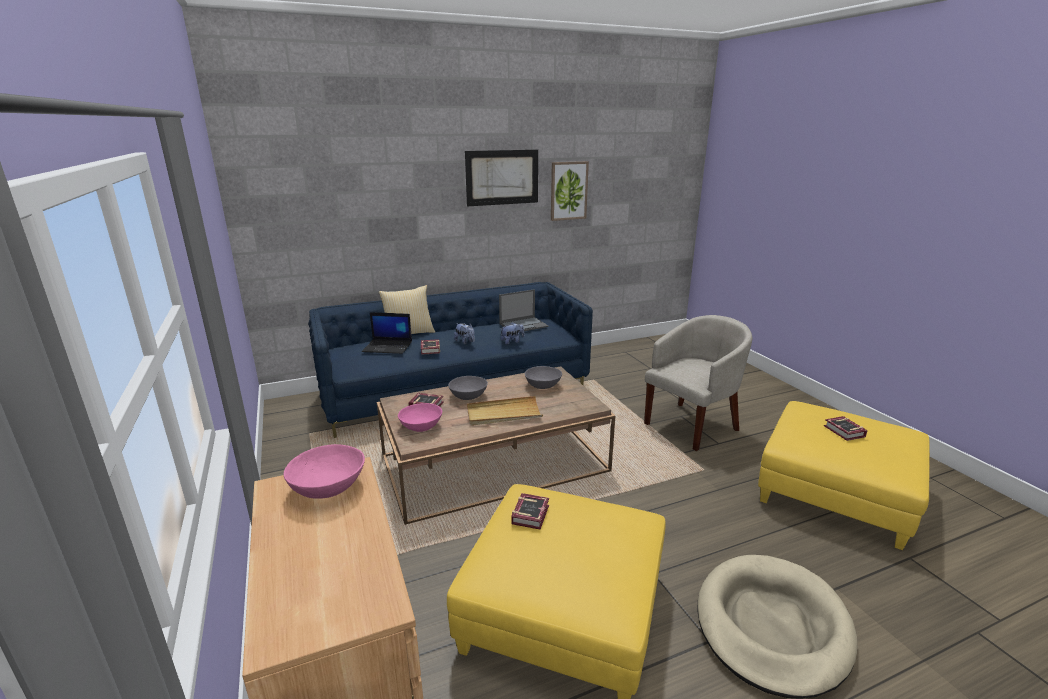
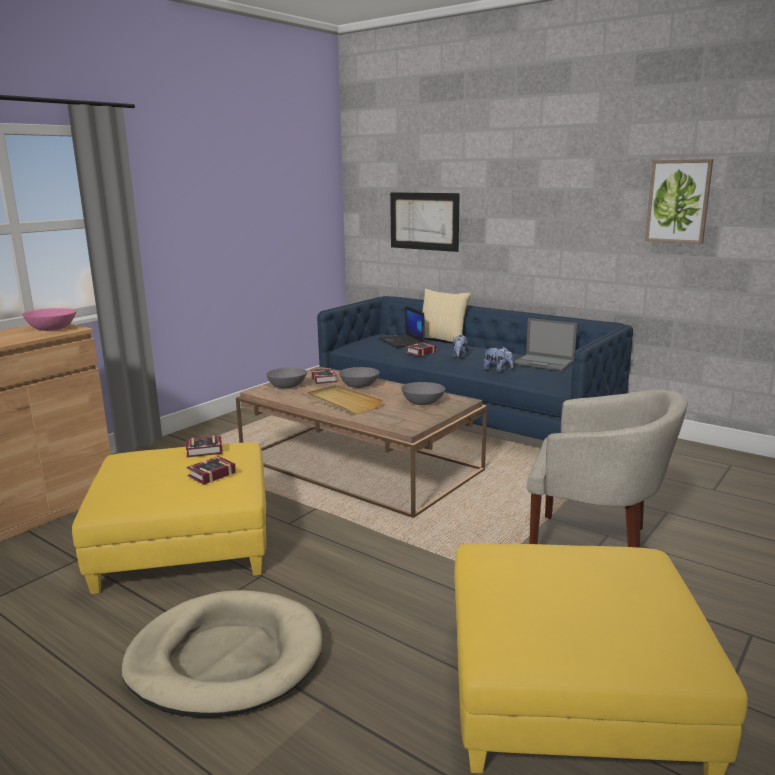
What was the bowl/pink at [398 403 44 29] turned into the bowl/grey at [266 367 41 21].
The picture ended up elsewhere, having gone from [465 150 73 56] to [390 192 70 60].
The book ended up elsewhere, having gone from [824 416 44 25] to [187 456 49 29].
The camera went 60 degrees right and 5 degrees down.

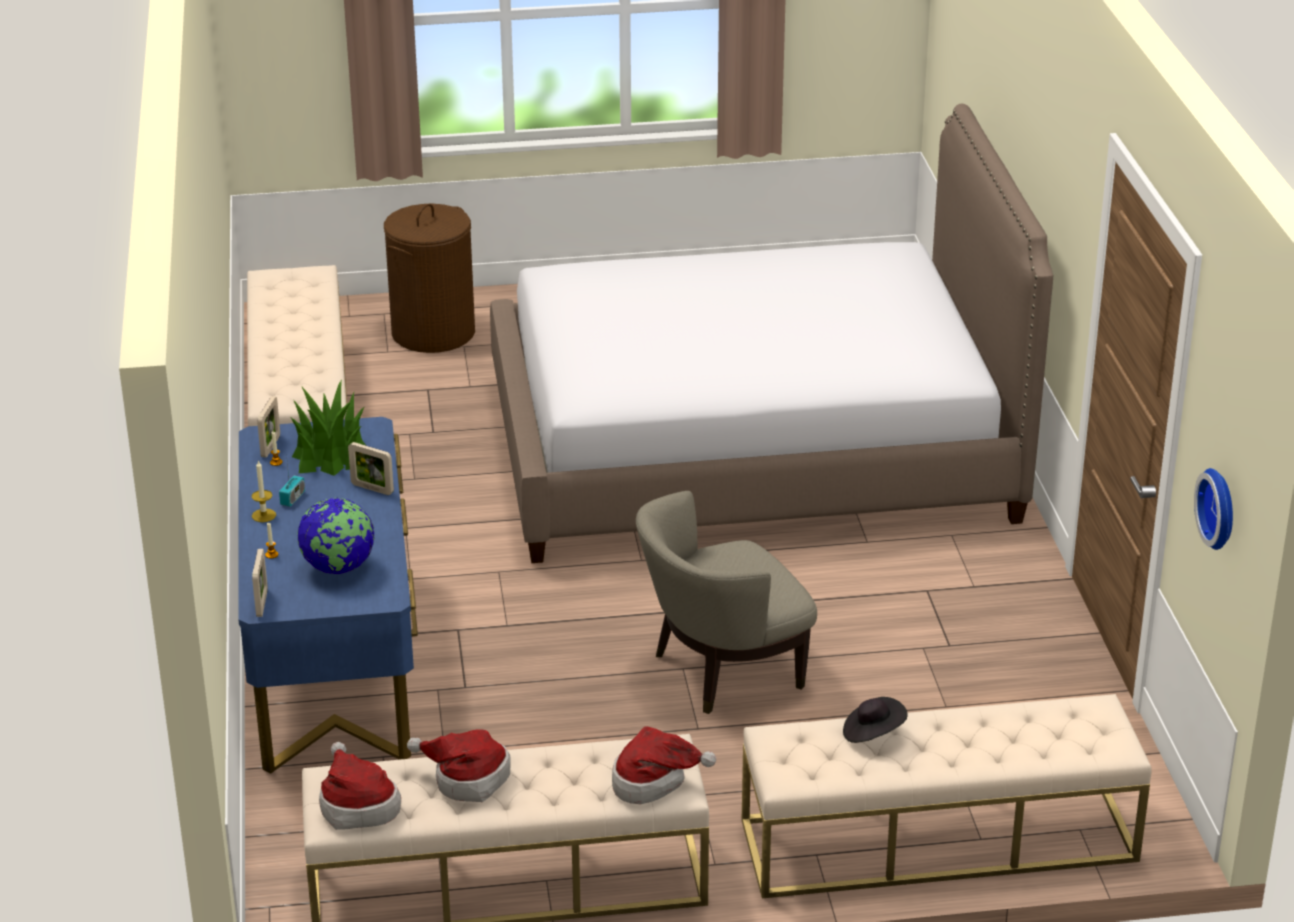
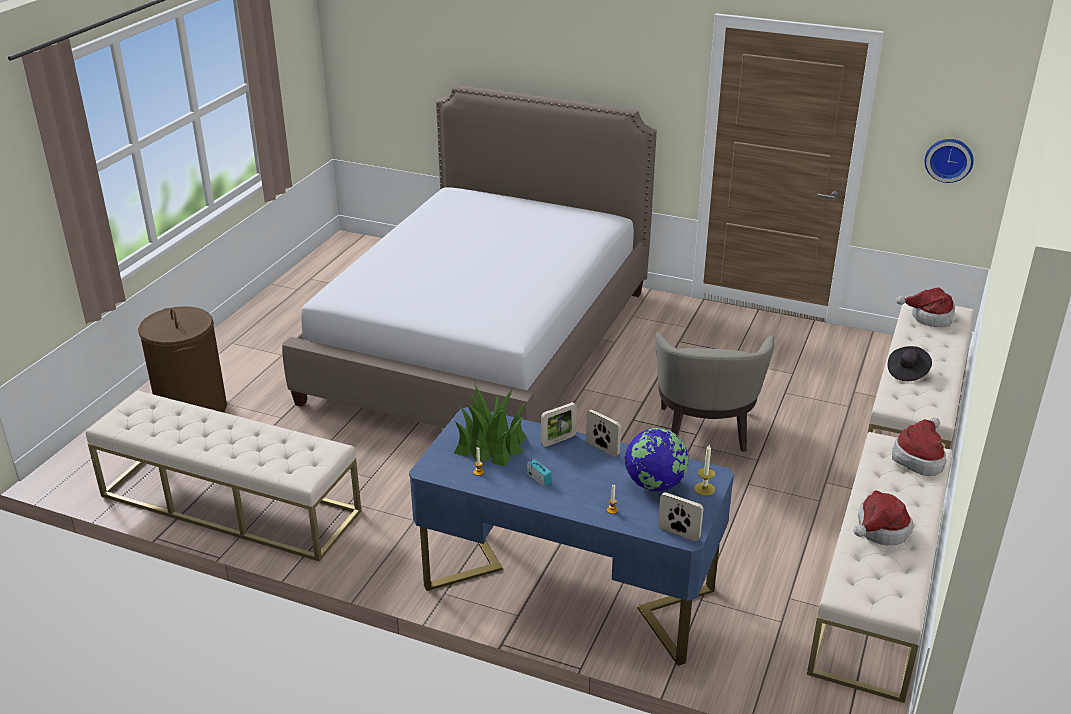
The candle ended up elsewhere, having gone from [252 460 24 62] to [694 445 21 51].
The picture frame ended up elsewhere, having gone from [257 396 23 61] to [586 410 35 47].
The hat ended up elsewhere, having gone from [319 742 82 88] to [896 288 59 39].
The camera went 60 degrees left and 0 degrees up.

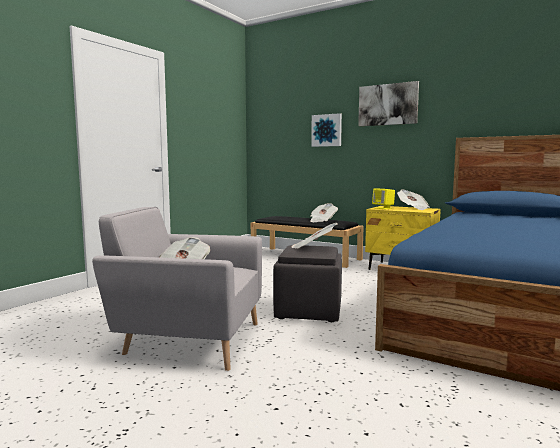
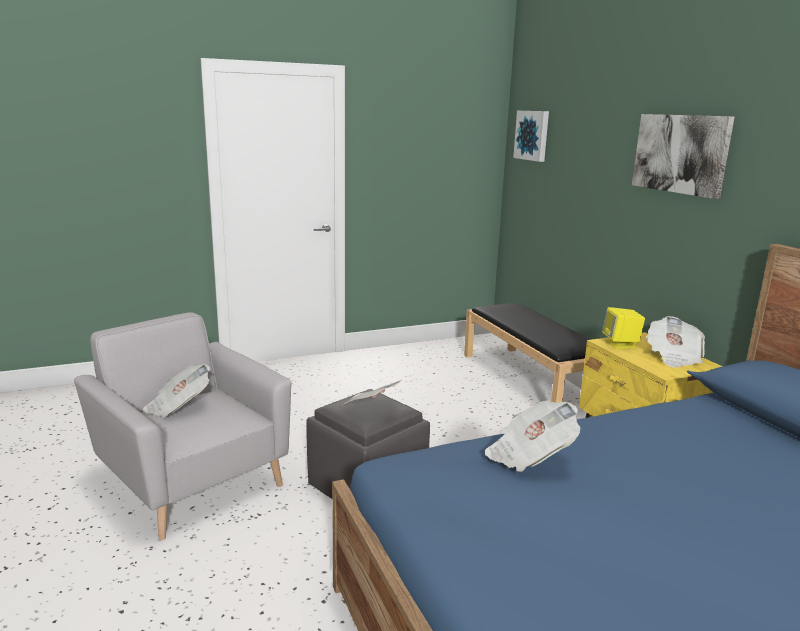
The newspaper ended up elsewhere, having gone from [310 203 28 19] to [485 400 95 72].
The picture ended up elsewhere, having gone from [311 113 31 34] to [513 111 36 51].
The camera went 35 degrees right and 10 degrees up.

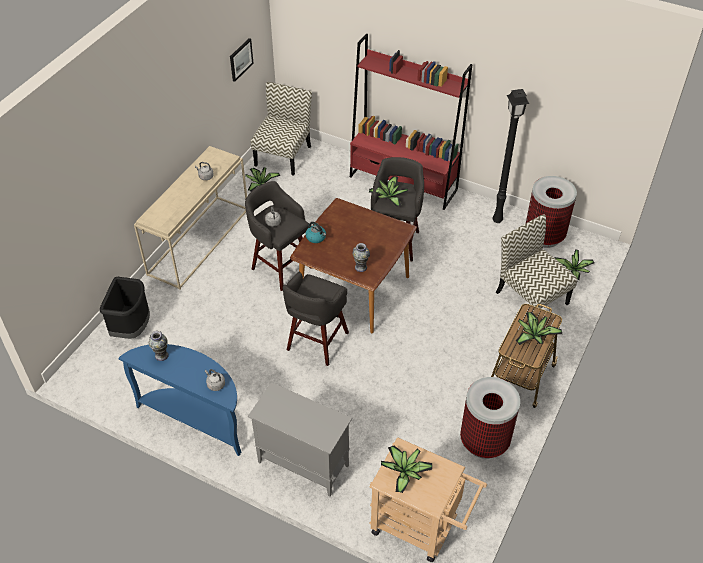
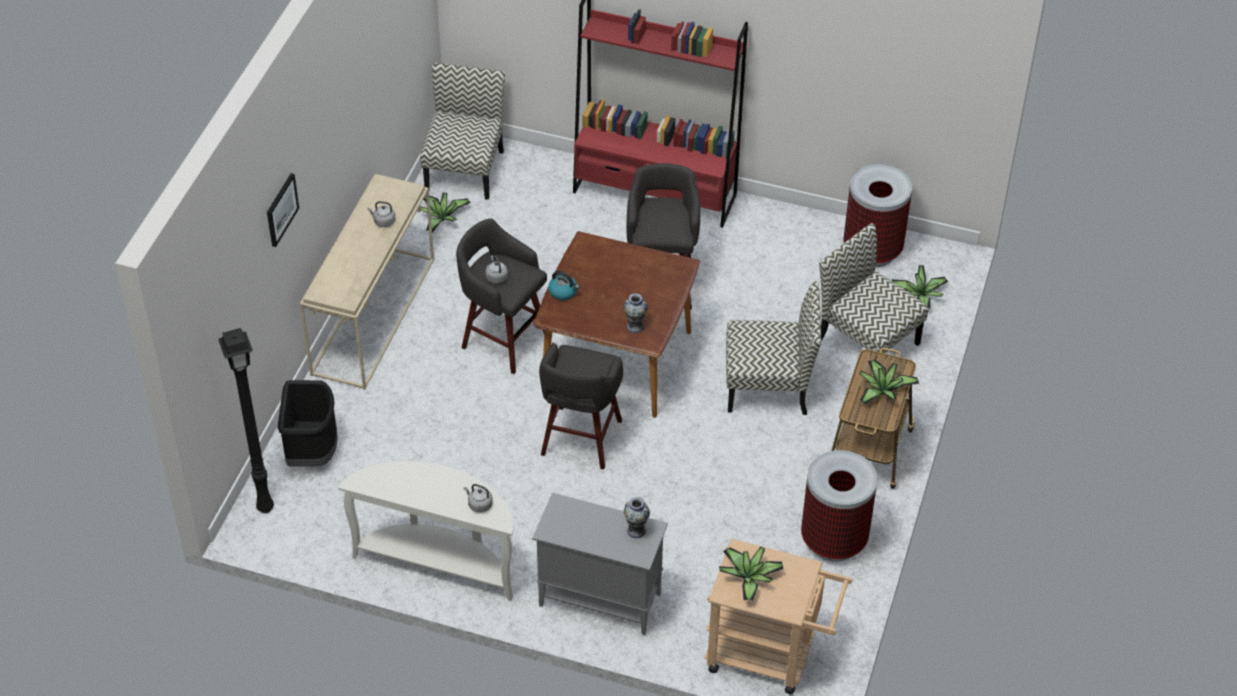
What was the console table/blue at [118 344 123 112] turned into the console table/white at [338 461 175 140].
The vase ended up elsewhere, having gone from [149 331 20 30] to [624 497 26 41].
The picture ended up elsewhere, having gone from [230 38 24 44] to [267 173 32 74].
The second view lost the potted plant at [369 176 39 31].
The floor lamp/black ended up elsewhere, having gone from [492 89 37 134] to [218 328 56 185].
The second view gained the chair at [726 282 95 133].
The camera went 10 degrees left and 0 degrees up.

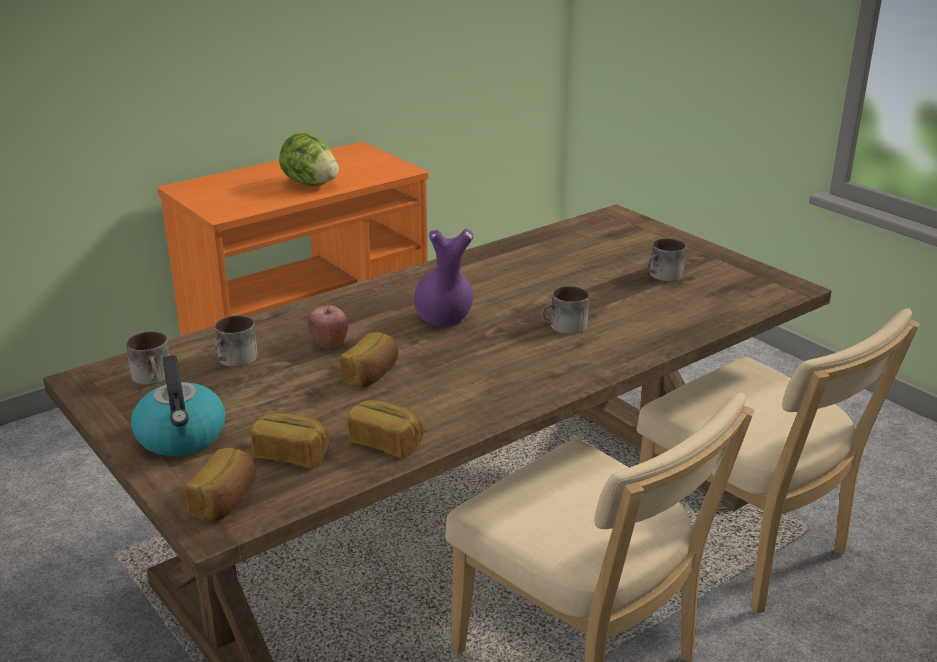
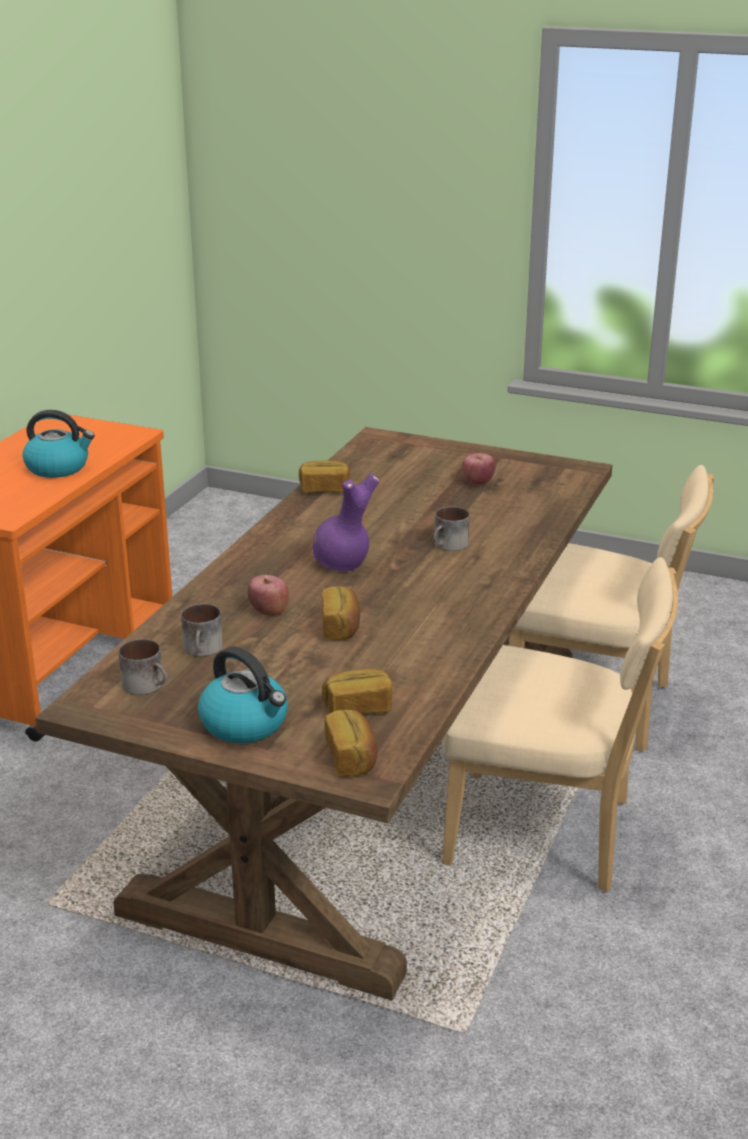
Where the lettuce stood at [279 133 60 53], the kettle came to stand at [23 410 72 68].
The bread ended up elsewhere, having gone from [347 400 77 57] to [299 461 52 32].
Where the mug stood at [647 238 39 43], the apple came to stand at [462 453 33 32].
The camera went 30 degrees left and 0 degrees up.

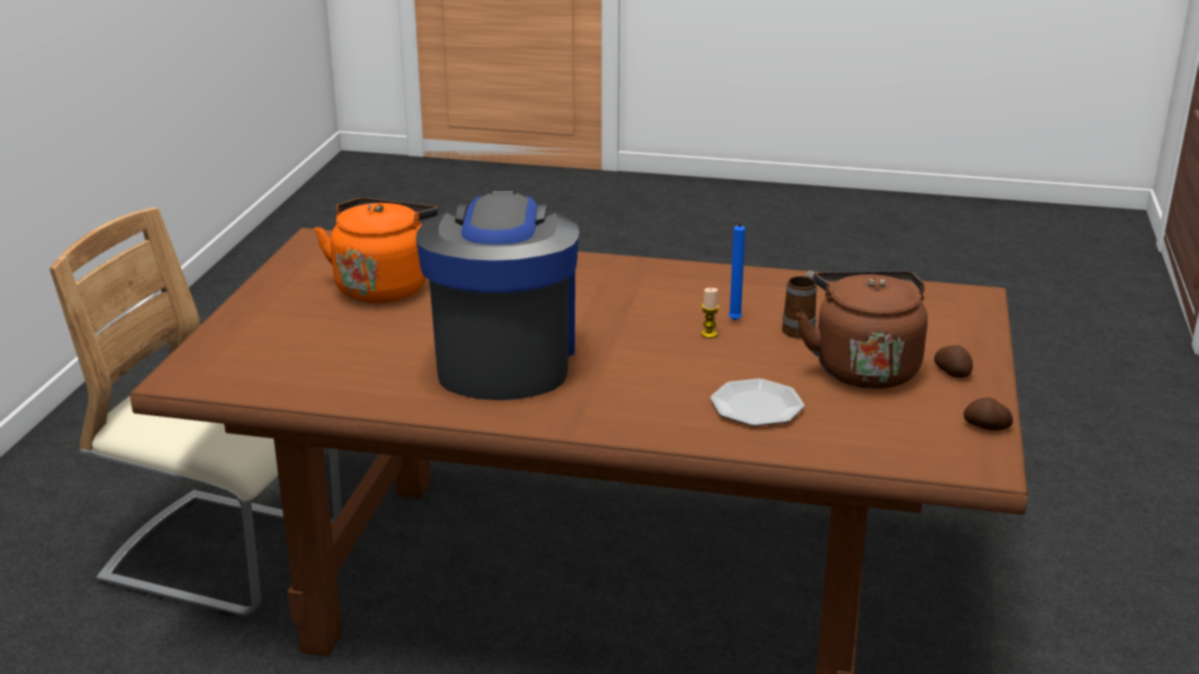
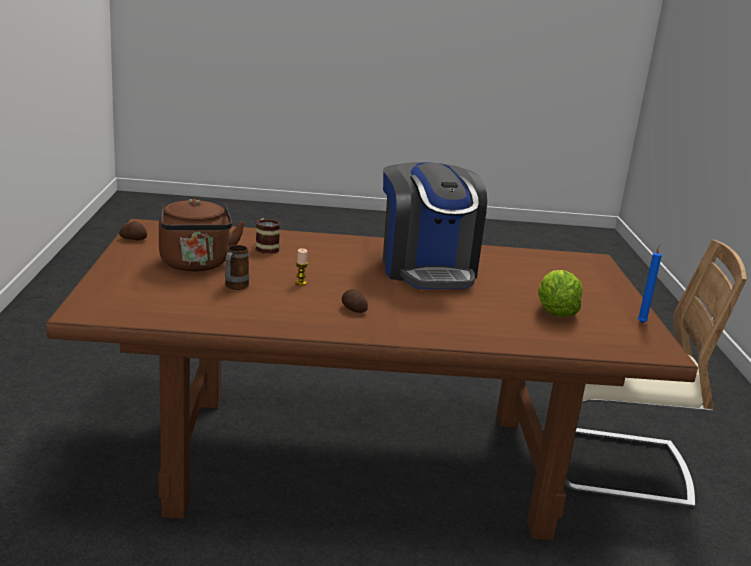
Where the kettle/orange stood at [315 198 123 105], the lettuce came to stand at [538 270 44 47].
Where the plate stood at [710 379 95 47], the mug came to stand at [256 219 25 35].
The candle/blue ended up elsewhere, having gone from [728 220 17 100] to [638 244 24 79].
The potato ended up elsewhere, having gone from [934 345 39 33] to [342 289 26 24].
The camera went 165 degrees right and 5 degrees down.

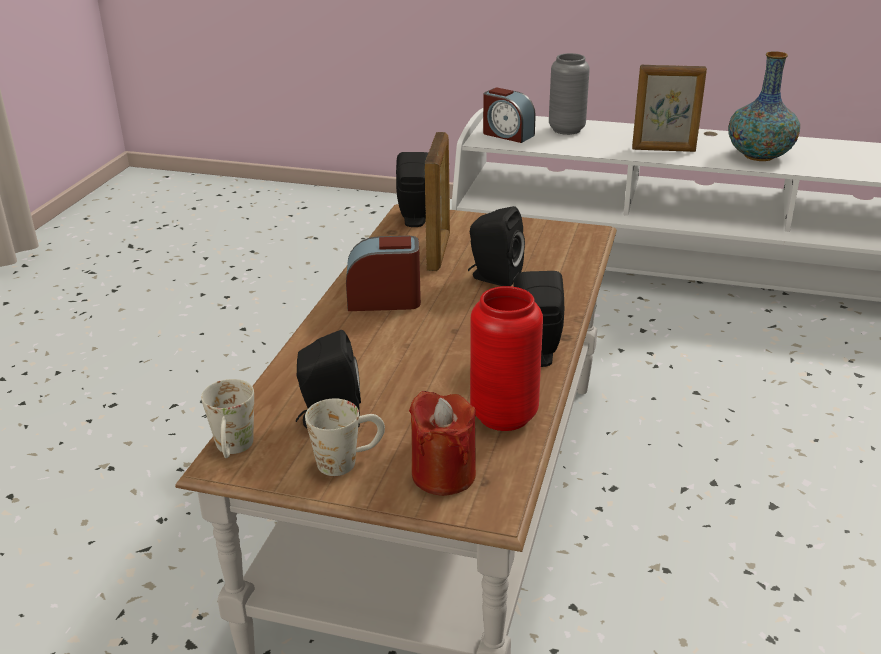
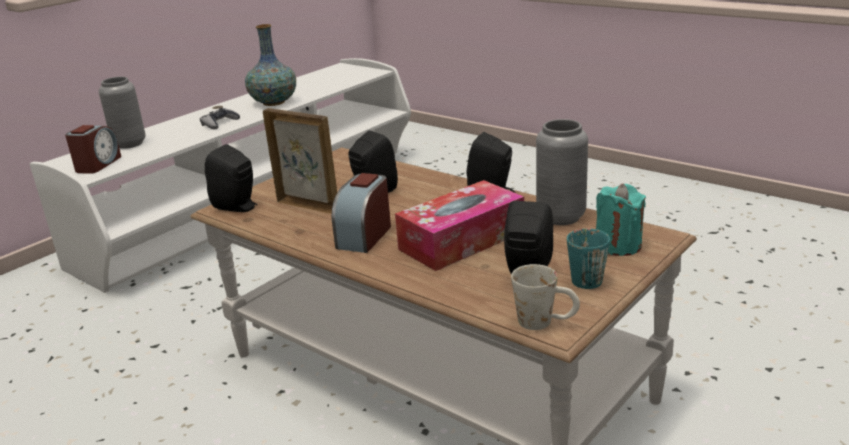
What was the mug/white at [305 399 80 77] turned into the mug/turquoise at [567 229 43 60].
What was the candle/red at [409 391 67 105] turned into the candle/turquoise at [596 184 50 72].
What was the vase/red at [470 286 73 145] turned into the vase/grey at [536 119 52 106].
The alarm clock at [483 87 53 56] ended up facing another way, 45 degrees counterclockwise from before.
Where the picture frame stood at [632 65 75 87], the game controller/grey came to stand at [200 108 40 22].
The second view gained the tissue box at [395 180 129 91].
The camera went 65 degrees left and 5 degrees down.

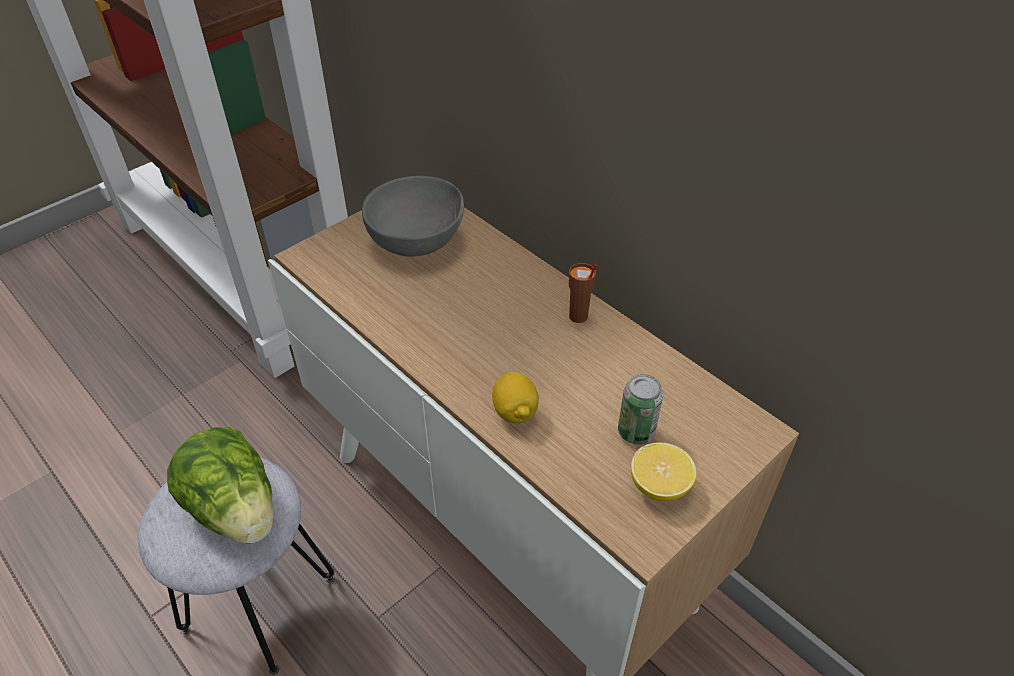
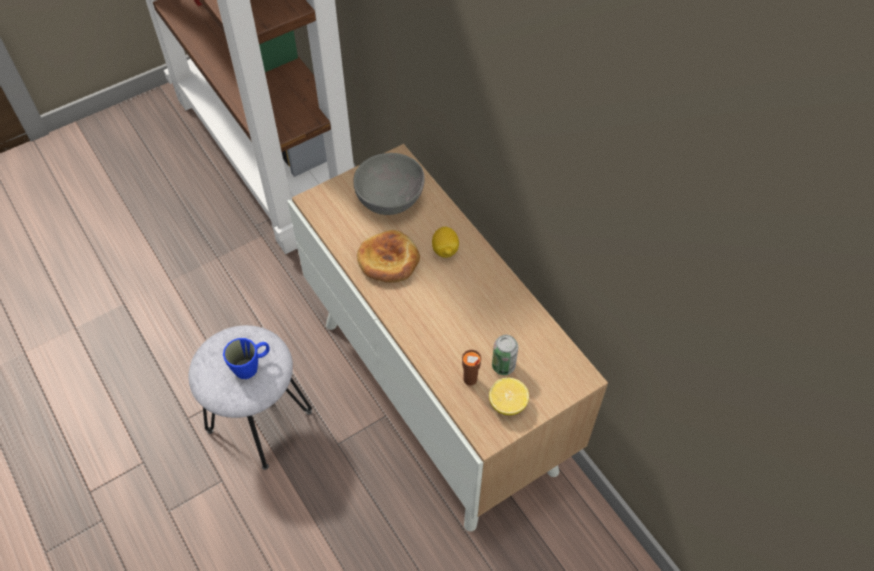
Where the lettuce stood at [167 427 107 116], the mug/blue came to stand at [223 338 47 41].
The lemon ended up elsewhere, having gone from [492 372 47 51] to [432 226 27 32].
The cup/brown ended up elsewhere, having gone from [569 263 28 60] to [462 349 20 37].
The second view gained the bread at [357 230 63 53].
The camera went 10 degrees right and 10 degrees up.

